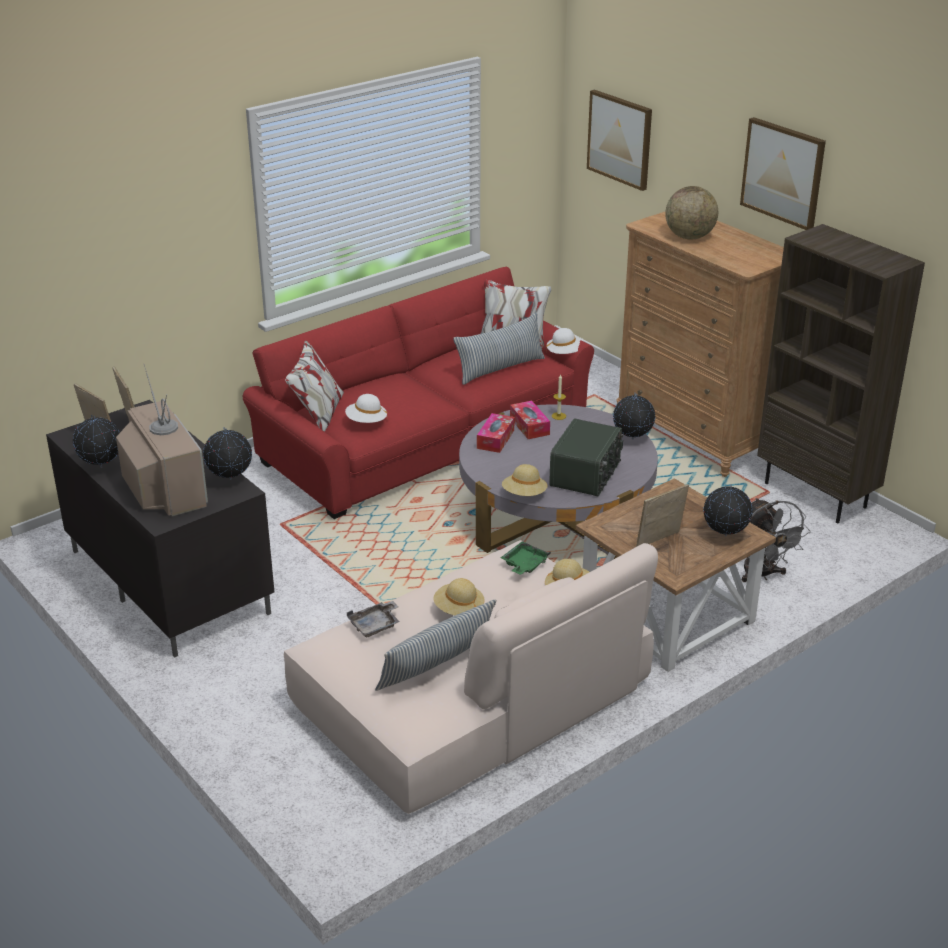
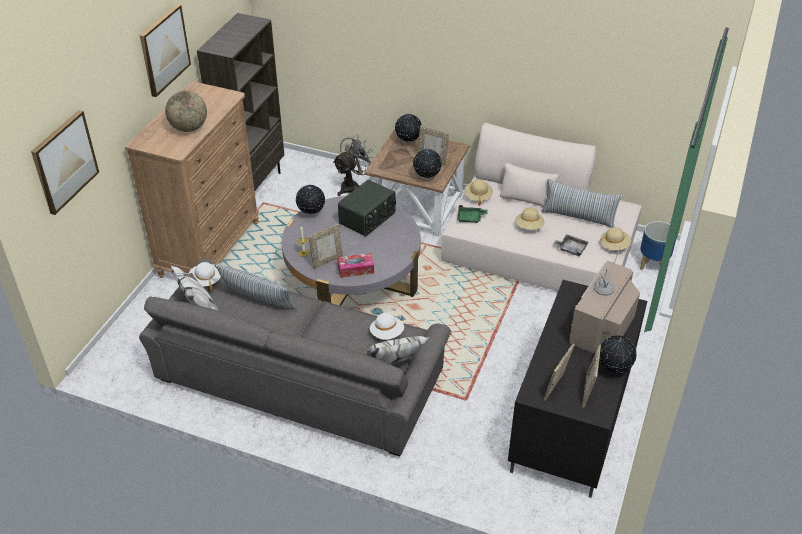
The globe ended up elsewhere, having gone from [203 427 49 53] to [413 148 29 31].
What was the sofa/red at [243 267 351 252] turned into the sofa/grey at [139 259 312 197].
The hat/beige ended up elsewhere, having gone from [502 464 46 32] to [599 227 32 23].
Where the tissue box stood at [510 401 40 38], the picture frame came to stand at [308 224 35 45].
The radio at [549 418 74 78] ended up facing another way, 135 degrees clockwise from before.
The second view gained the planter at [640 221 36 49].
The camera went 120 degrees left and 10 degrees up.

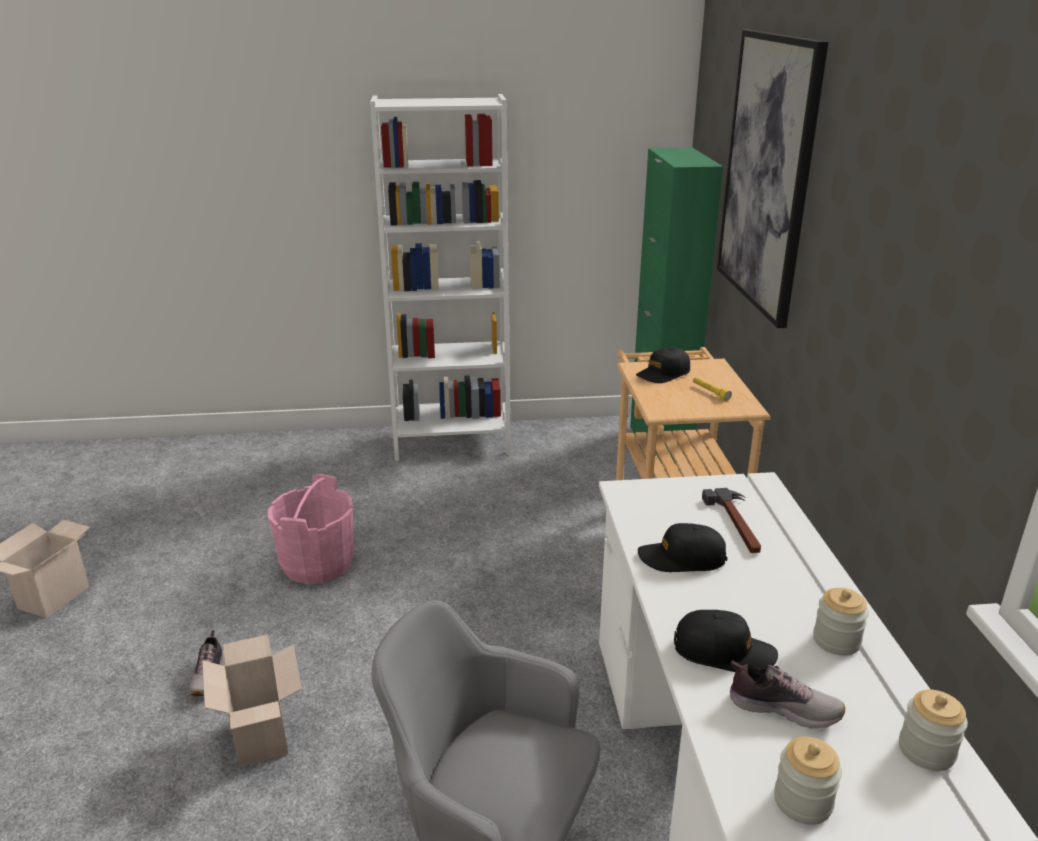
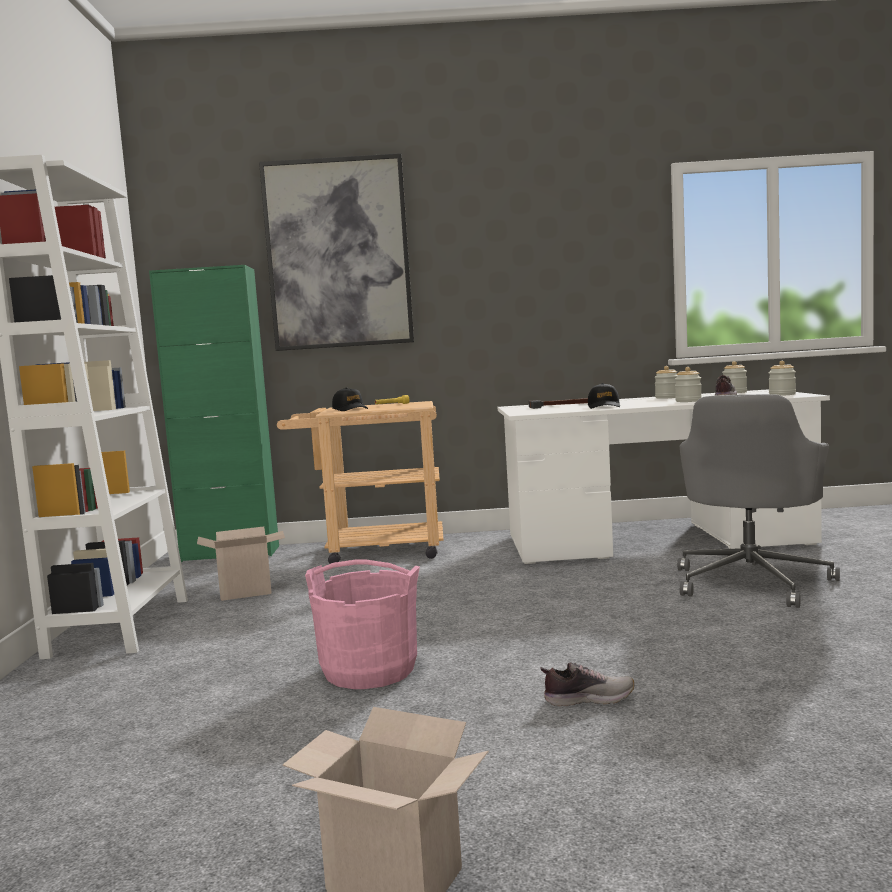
The cardboard box ended up elsewhere, having gone from [202 635 100 132] to [197 527 88 74].
Where the cap/black stood at [674 610 104 62], the jar came to stand at [675 367 27 35].
The camera went 85 degrees left and 20 degrees down.

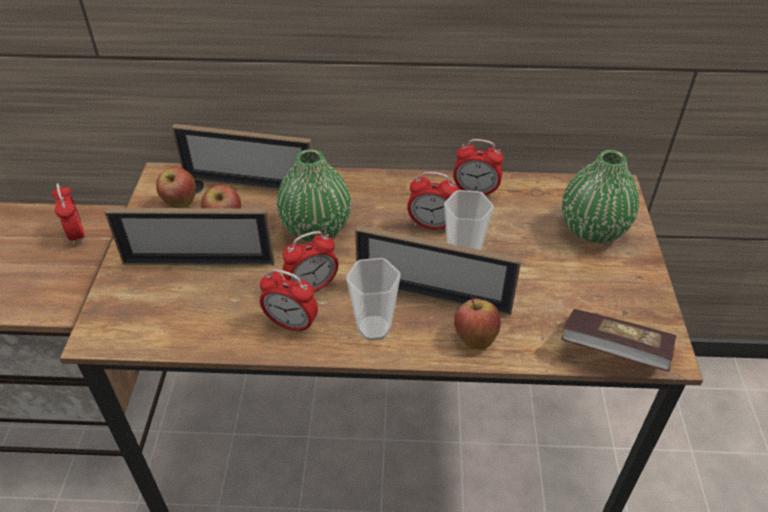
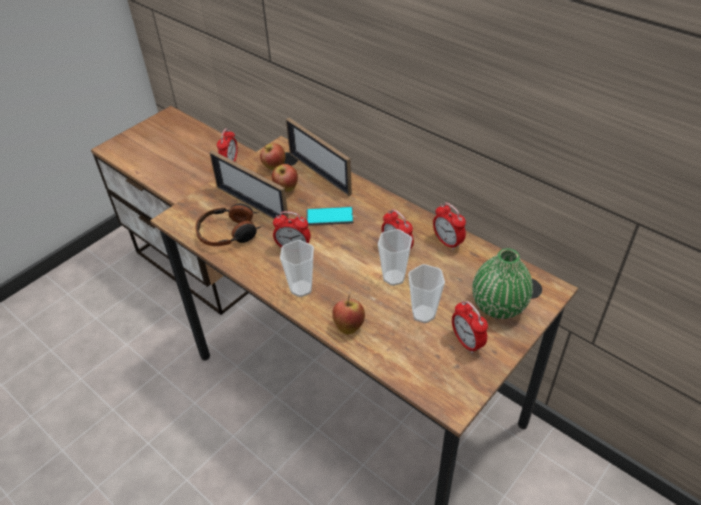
The alarm clock ended up elsewhere, having gone from [260 269 58 65] to [452 300 36 54].
Where the vase/green stood at [277 149 74 93], the phone came to stand at [306 207 47 19].
The second view lost the picture frame at [355 225 167 90].
The second view lost the book at [561 309 115 62].
The second view gained the headphones at [195 204 67 42].
The second view gained the cup at [408 264 37 59].
The camera went 40 degrees right and 0 degrees up.

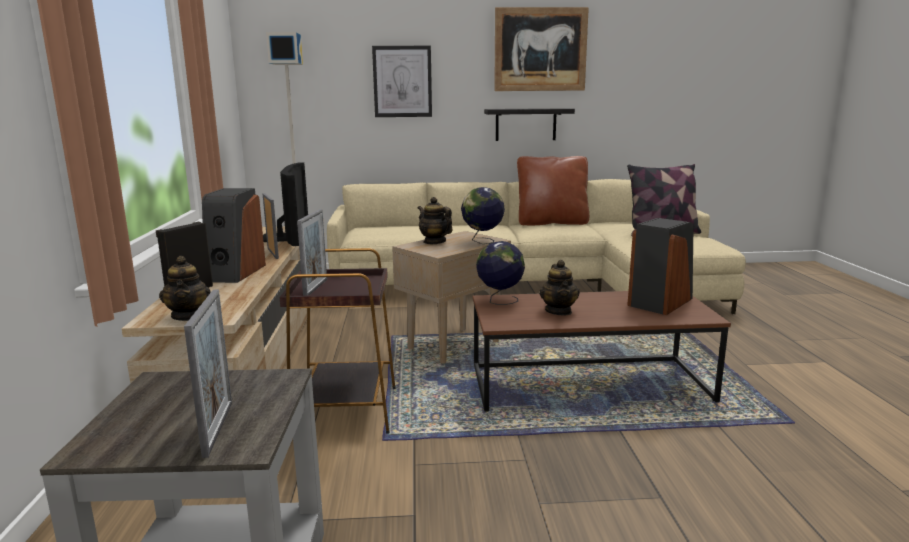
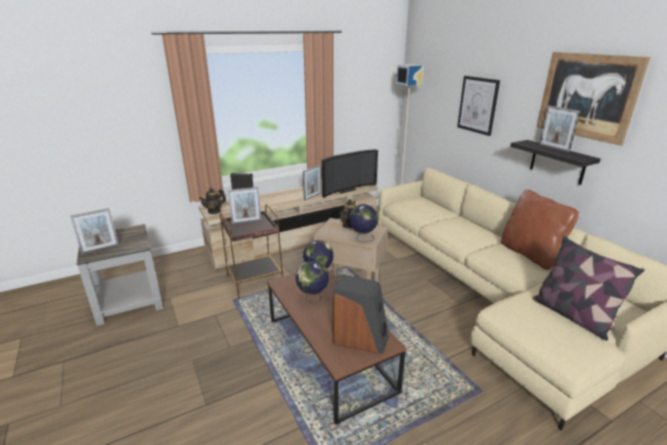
The second view lost the speaker at [202 188 64 95].
Where the teapot stood at [539 260 41 55], the globe came to stand at [296 261 33 43].
The second view gained the picture frame at [539 106 41 46].
The camera went 65 degrees right and 10 degrees up.

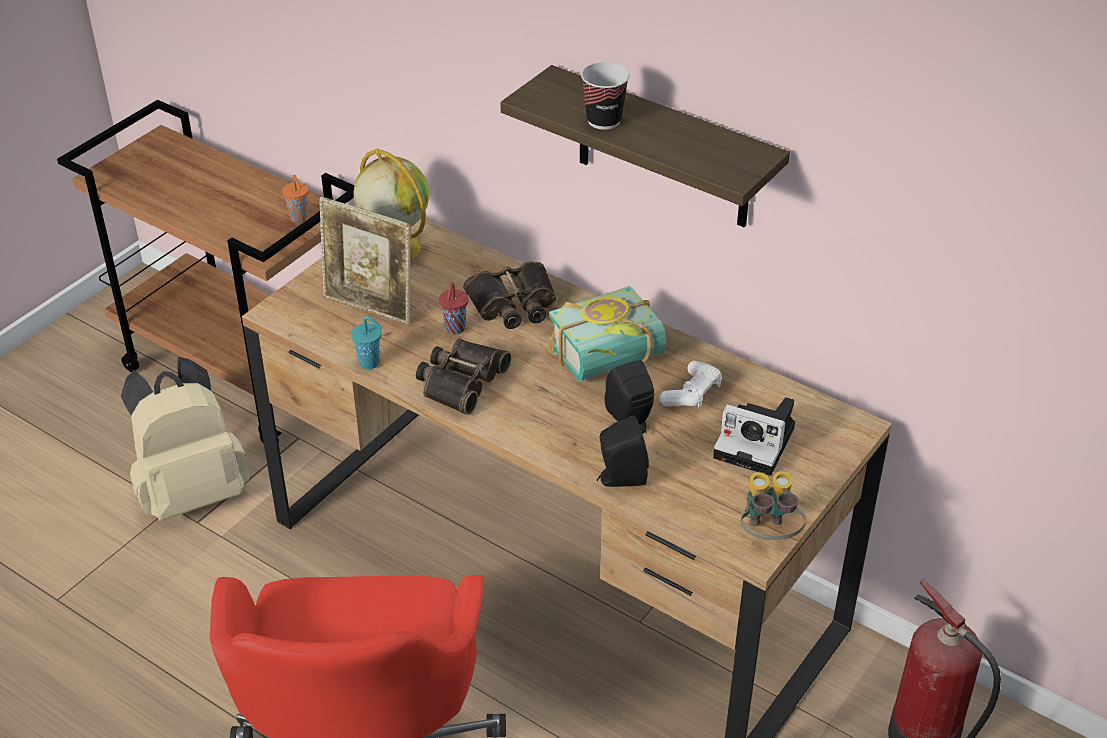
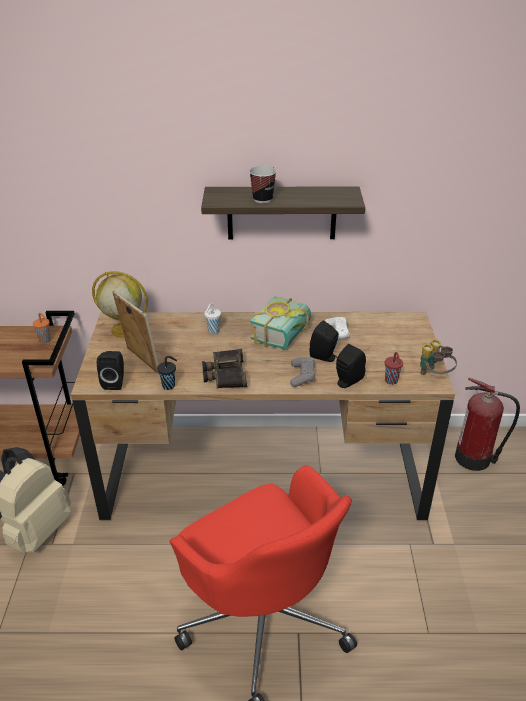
The picture frame at [319 197 92 128] ended up facing another way, 120 degrees counterclockwise from before.
What was the cup/turquoise at [351 316 31 53] turned into the cup/black at [157 356 20 34].
The cup/red ended up elsewhere, having gone from [439 283 29 51] to [385 352 18 33].
Where the binoculars stood at [463 261 94 68], the cup/white came to stand at [204 303 17 31].
The second view lost the photo camera at [713 397 82 79].
The second view gained the speaker/black at [97 351 27 39].
The second view gained the game controller/grey at [290 357 25 30].
The camera went 35 degrees left and 5 degrees down.

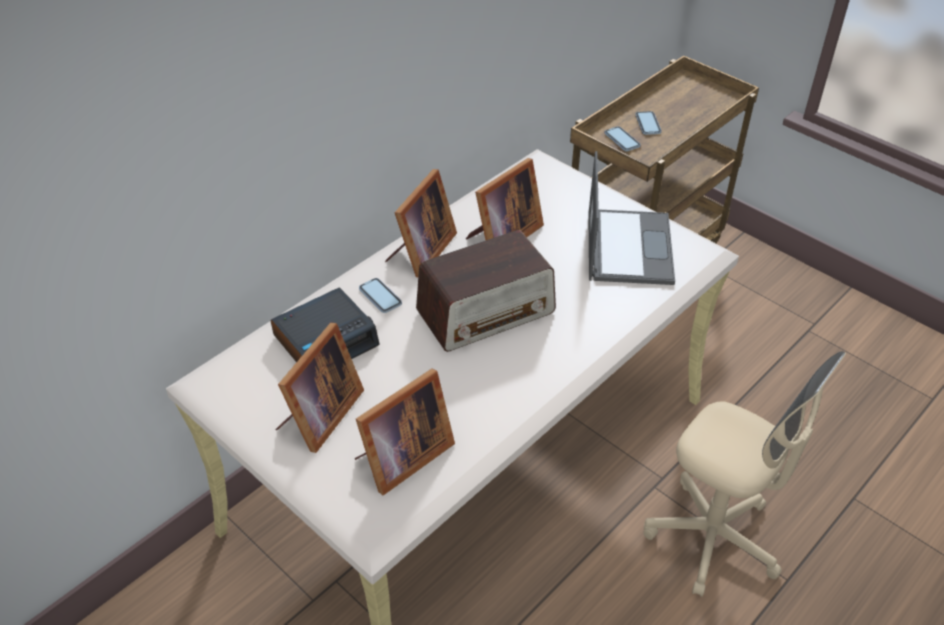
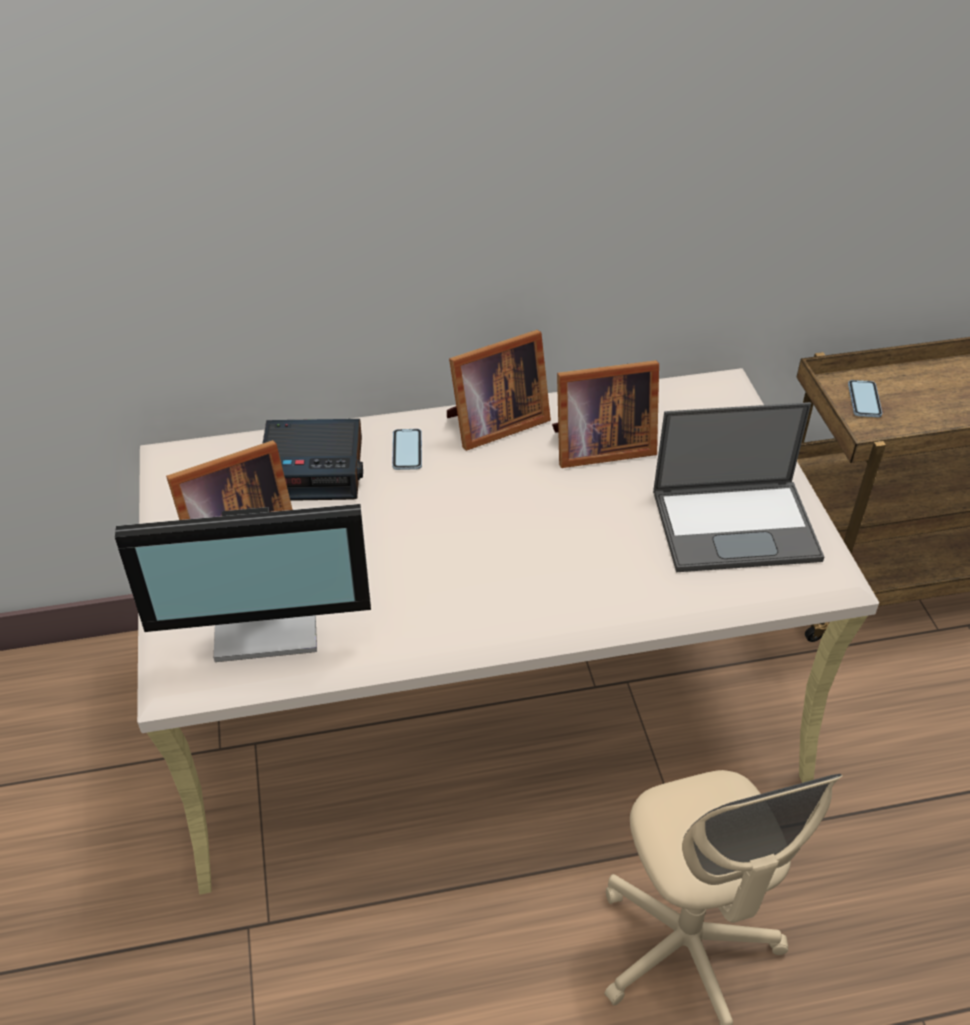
Where the picture frame stood at [355 368 100 127], the monitor came to stand at [115 504 256 158].
The second view lost the radio at [416 230 140 122].
The laptop at [588 151 87 134] ended up facing another way, 45 degrees clockwise from before.
The second view lost the phone at [635 111 26 24].
The camera went 35 degrees right and 0 degrees up.

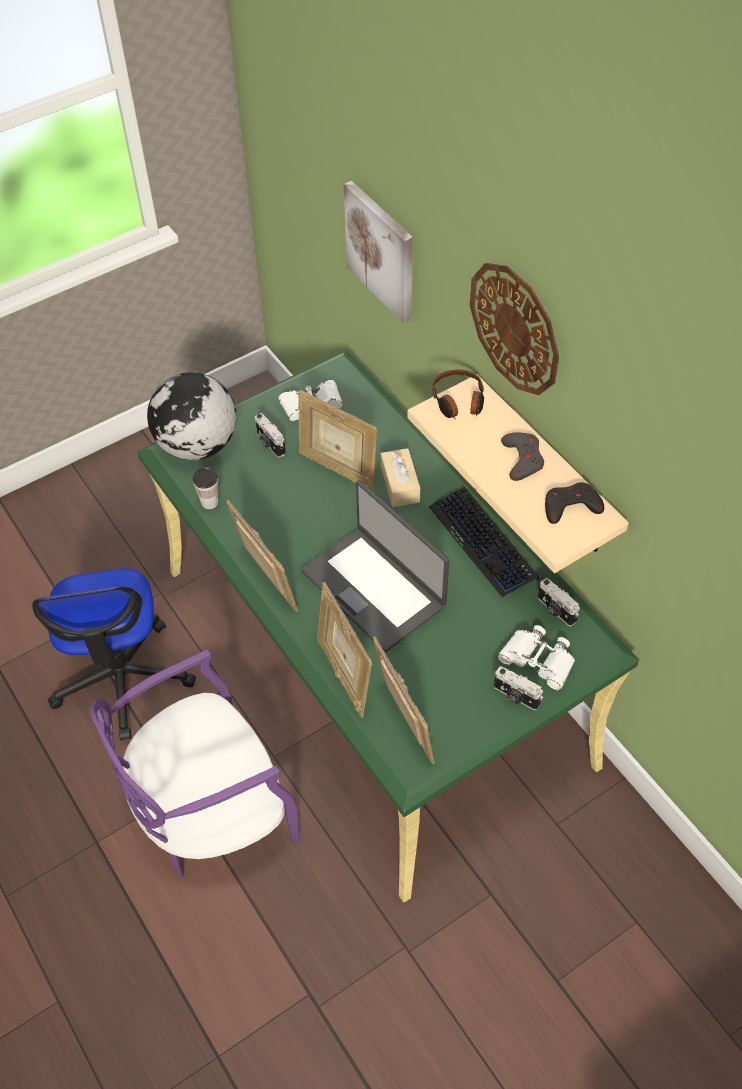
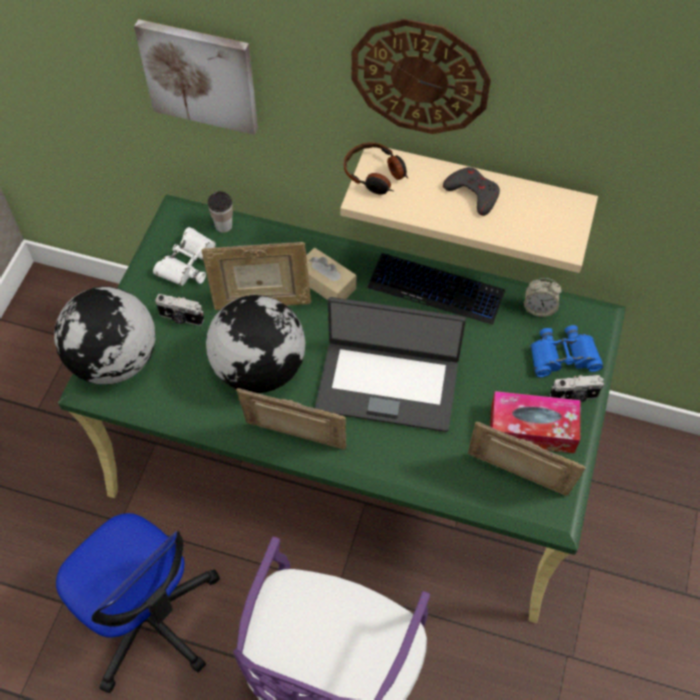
The cup ended up elsewhere, having gone from [193 467 26 42] to [208 191 25 42].
The second view lost the picture frame at [317 582 55 136].
What was the binoculars/white at [497 625 78 65] turned into the binoculars/blue at [531 325 72 53].
Where the photo camera stood at [538 578 42 48], the alarm clock came to stand at [524 278 38 39].
The second view lost the game controller/black at [545 482 59 42].
The second view gained the globe at [206 295 100 98].
The second view gained the tissue box at [490 391 90 62].
The camera went 40 degrees left and 5 degrees up.

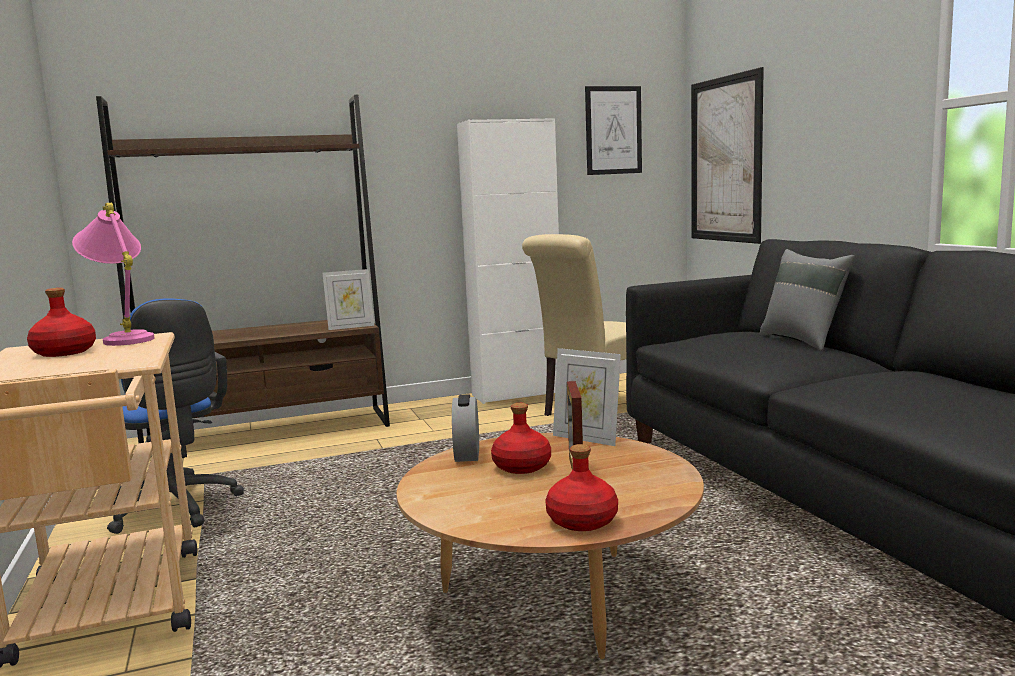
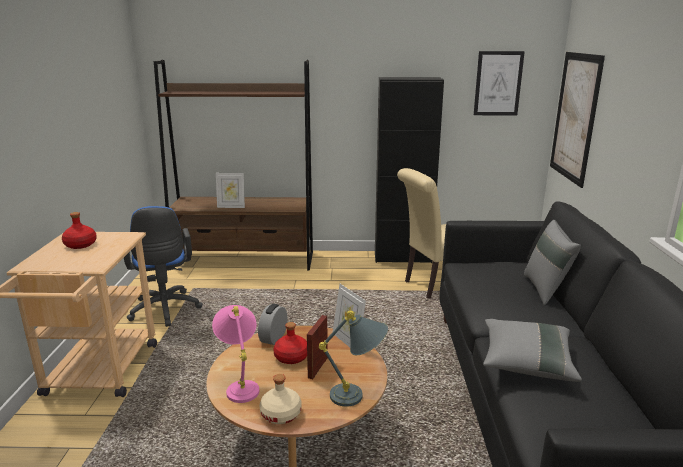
The table lamp/pink ended up elsewhere, having gone from [72 203 82 143] to [212 305 47 98].
The picture frame ended up elsewhere, having gone from [323 269 51 61] to [216 173 29 35].
What was the cabinet/white at [457 118 102 286] turned into the cabinet/black at [375 77 69 186].
What was the bottle/red at [545 444 73 87] turned into the bottle/beige at [259 374 43 50].
The second view gained the table lamp/grey at [319 310 69 97].
The second view gained the pillow/grey at [483 319 99 63].
The camera went 20 degrees right and 10 degrees up.

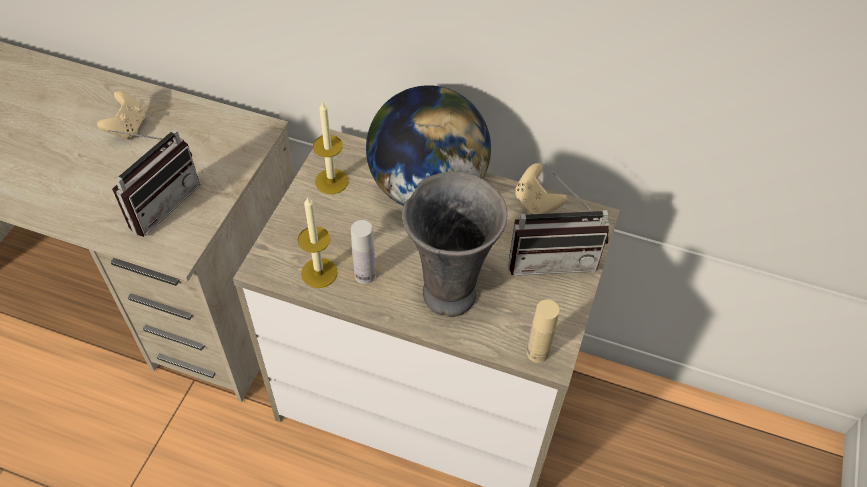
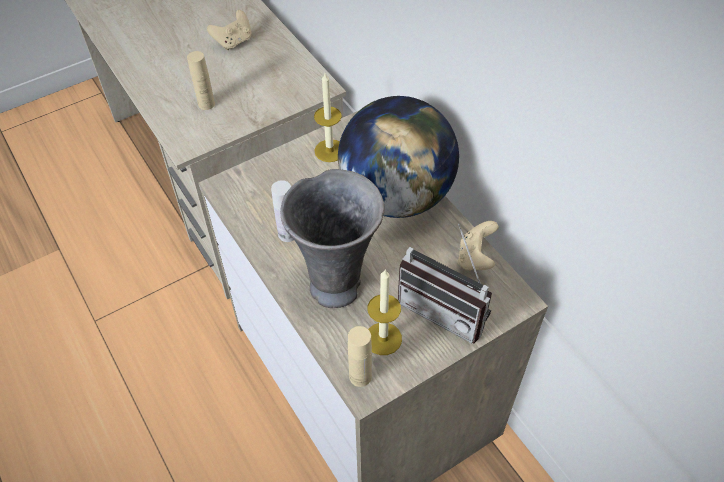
Where the radio stood at [108 129 92 108], the bottle/beige came to stand at [187 51 28 59].
The candle ended up elsewhere, having gone from [298 196 40 92] to [368 270 34 85].
The camera went 40 degrees right and 0 degrees up.

